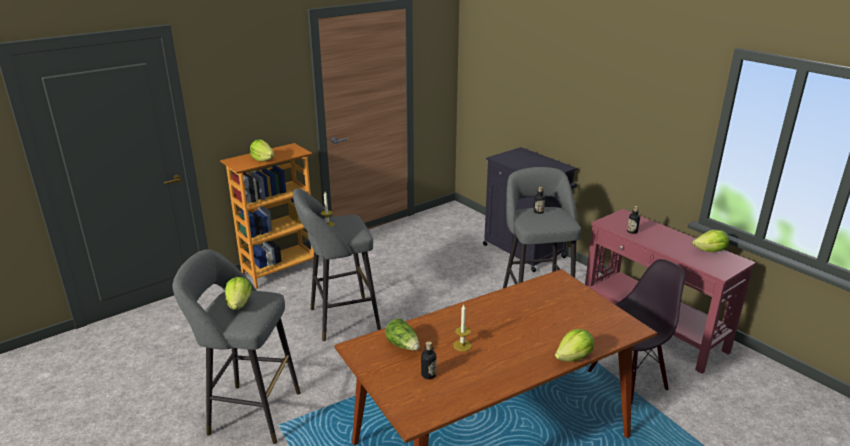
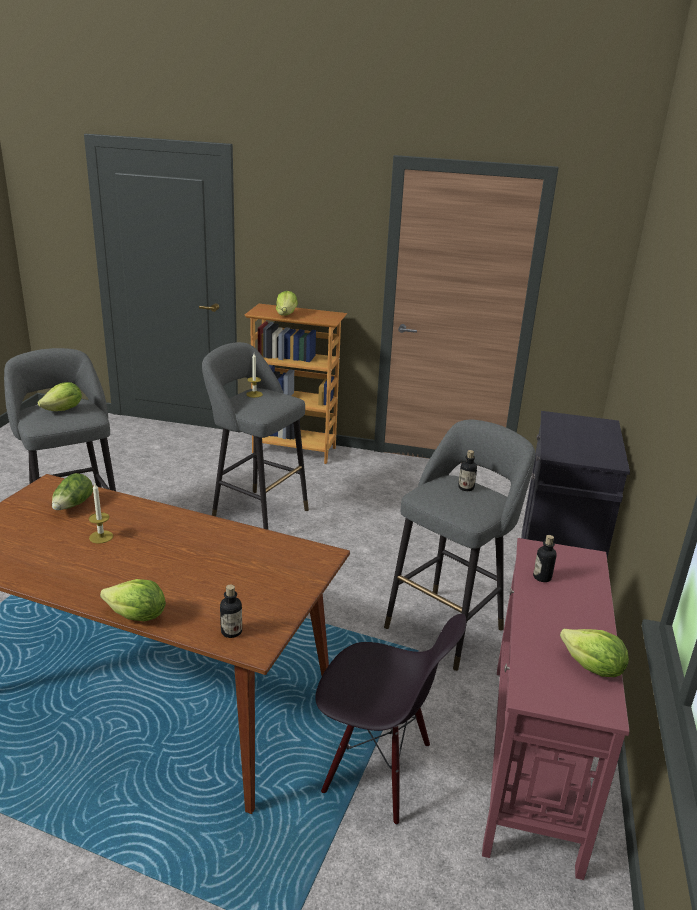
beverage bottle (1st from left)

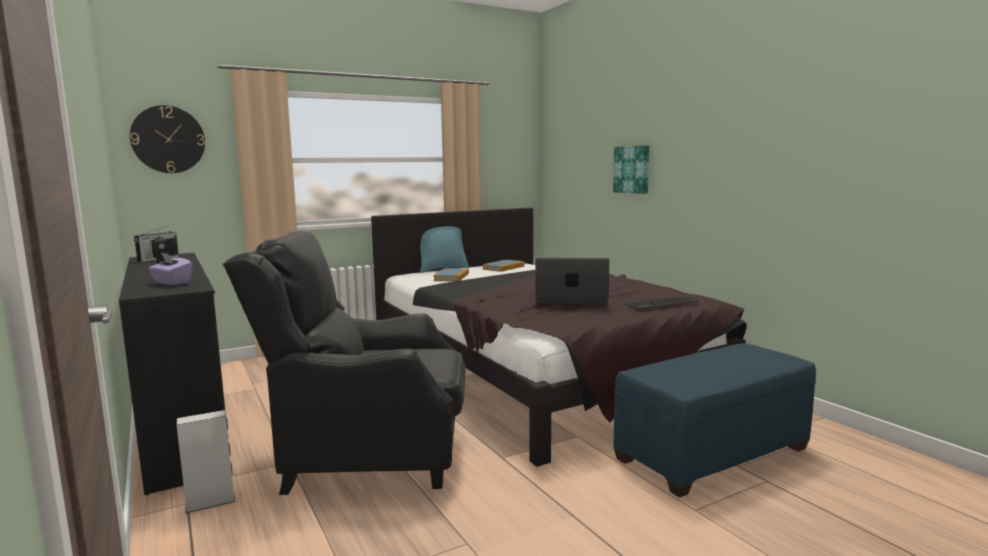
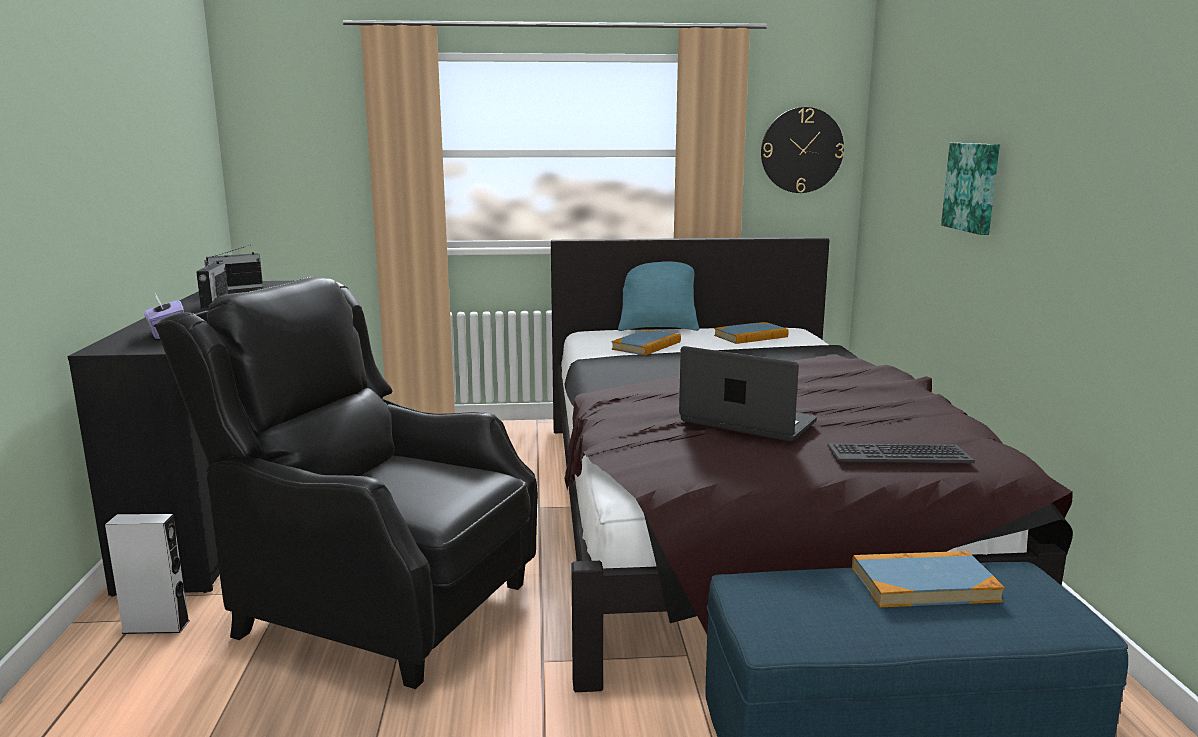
wall clock
bound book (3rd from left)

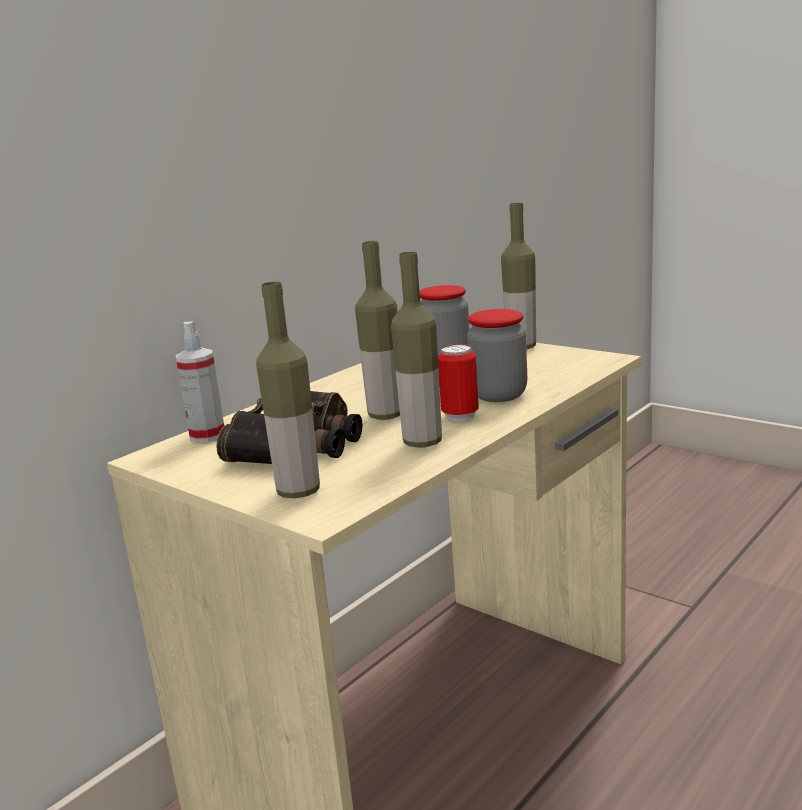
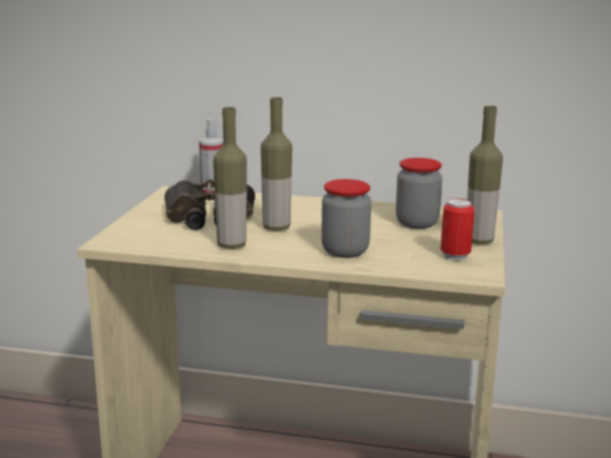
can
beverage bottle (1st from left in the first image)

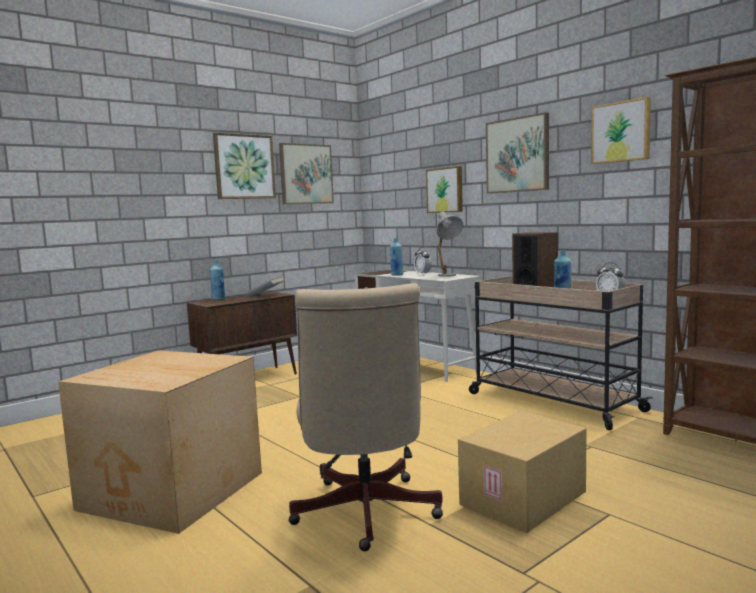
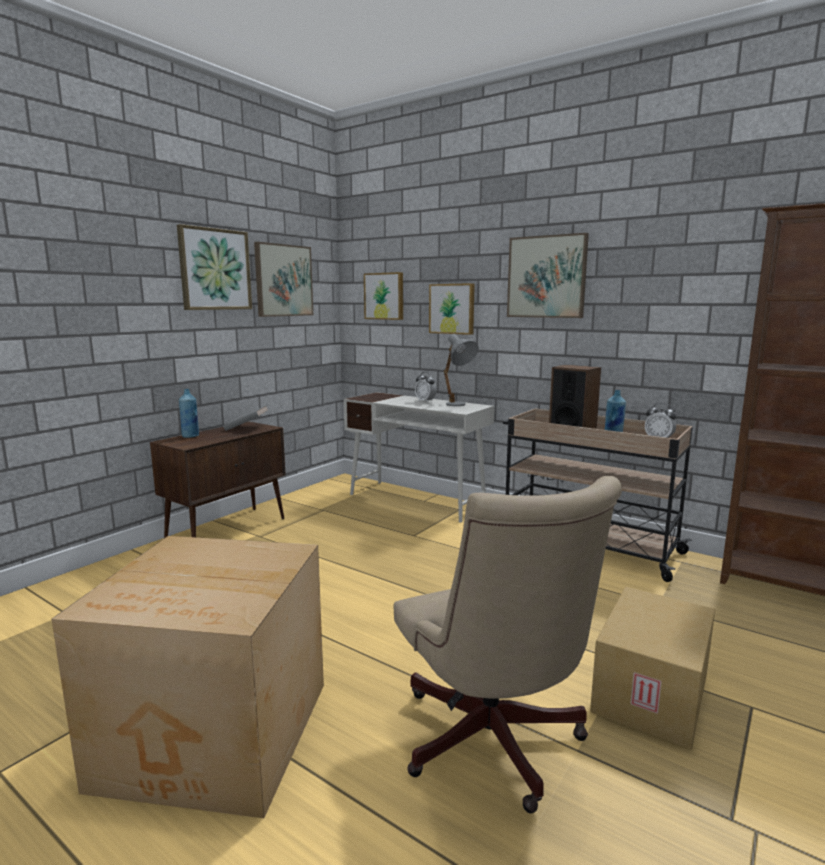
wall picture (3rd from left)
beverage bottle (blue) (2nd from left in the first image)

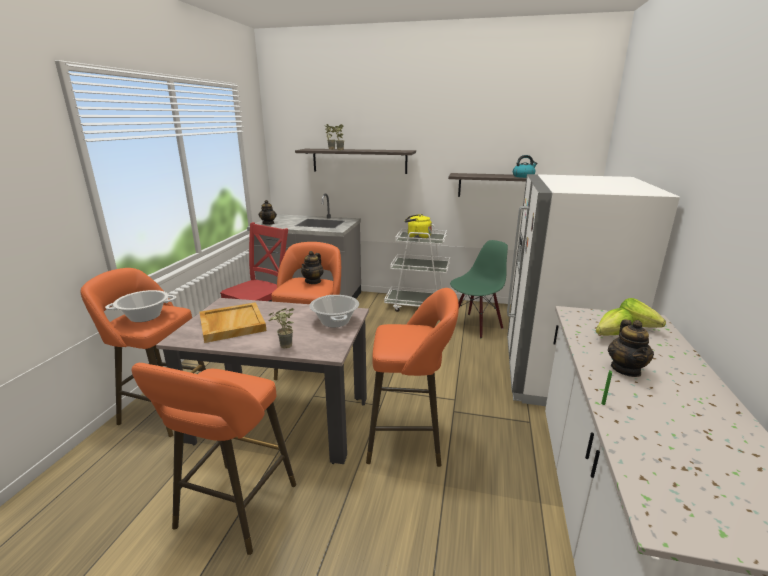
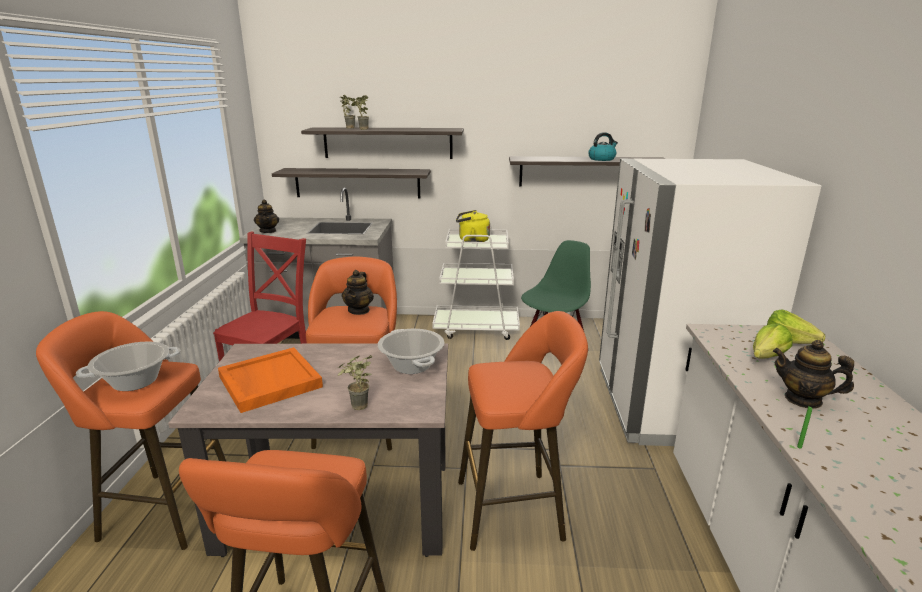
tray (orangey)
shelf (1st from left)
pot for tea (3rd from left)

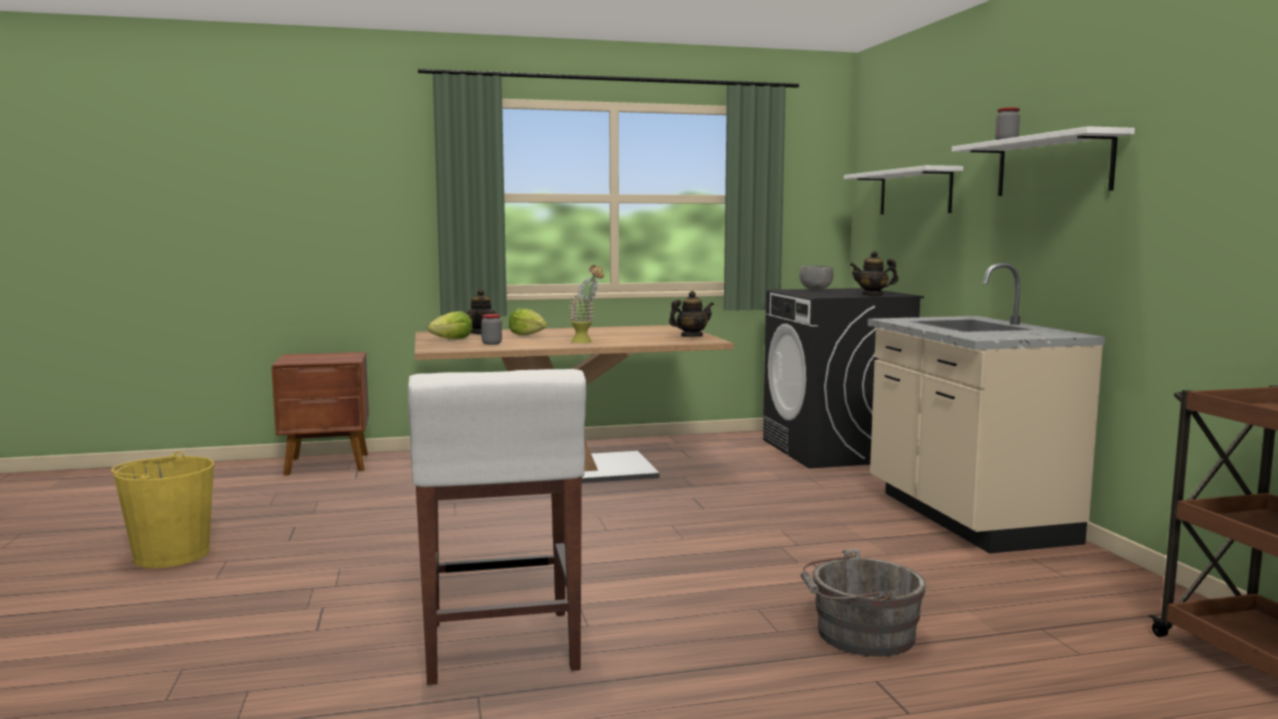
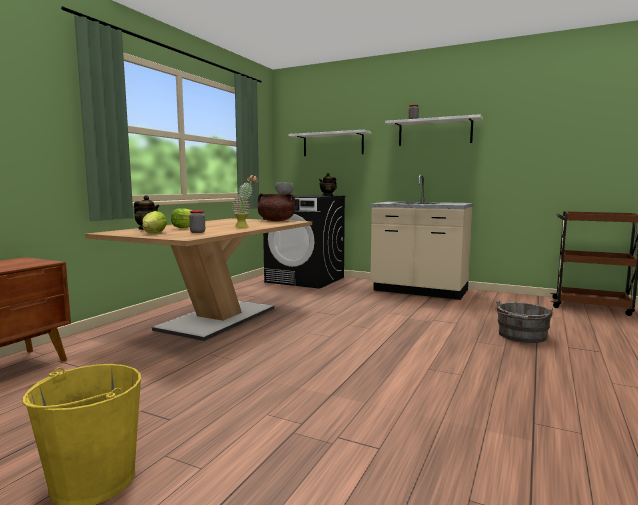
stockpot (brown)
stool seat (white-coloured)

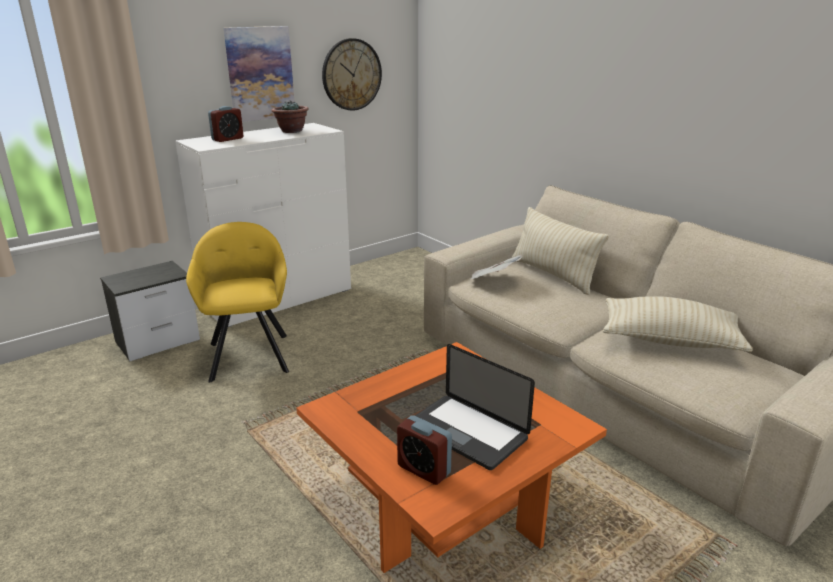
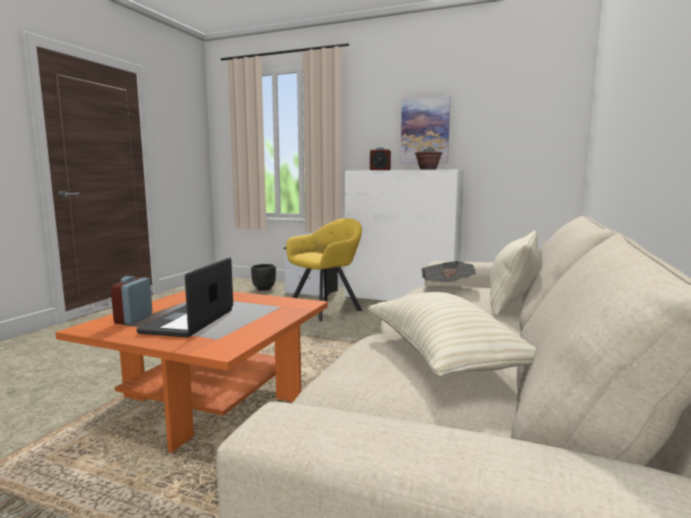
plant pot (black)
wall clock

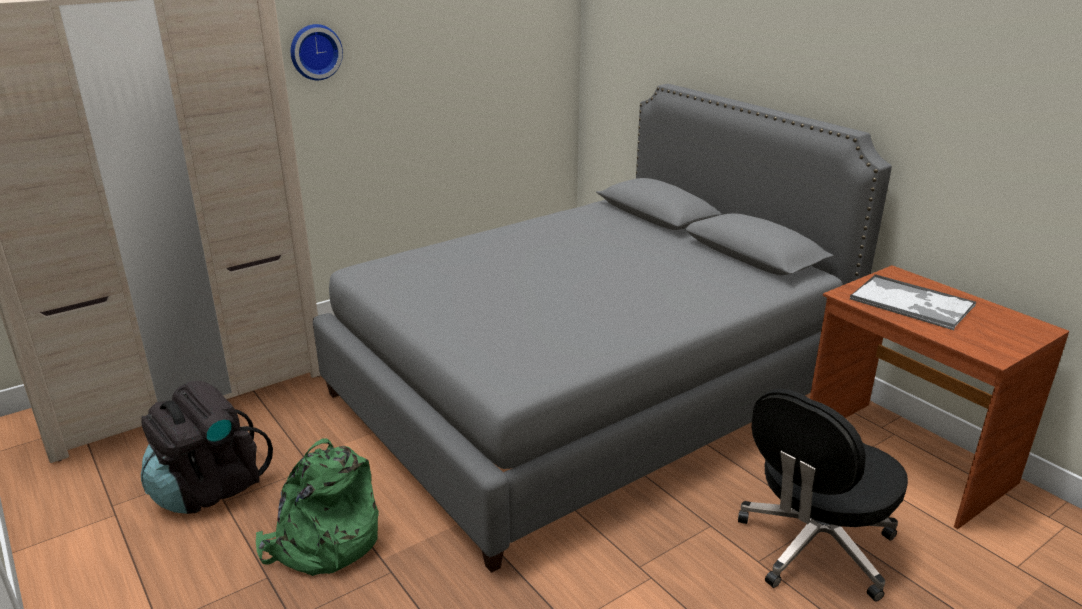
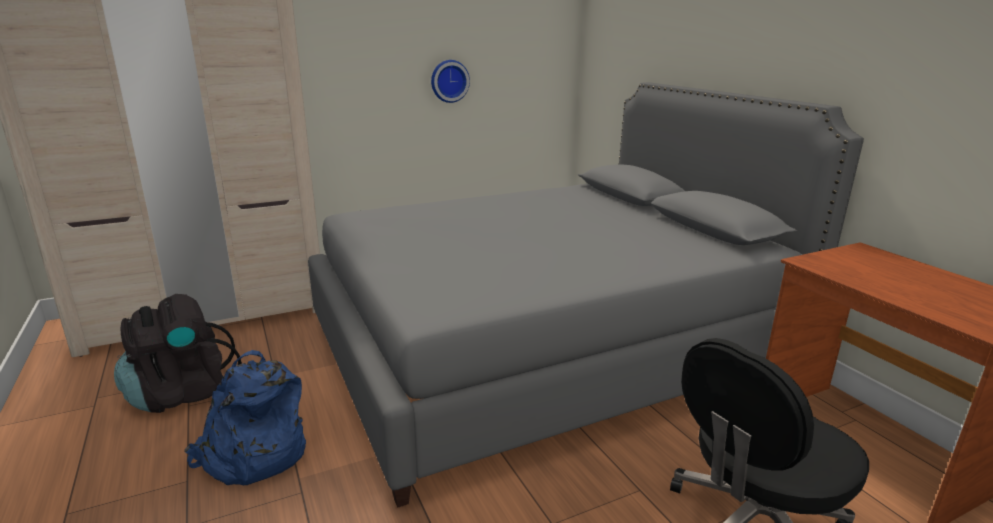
knapsack (blue)
wall clock
tray

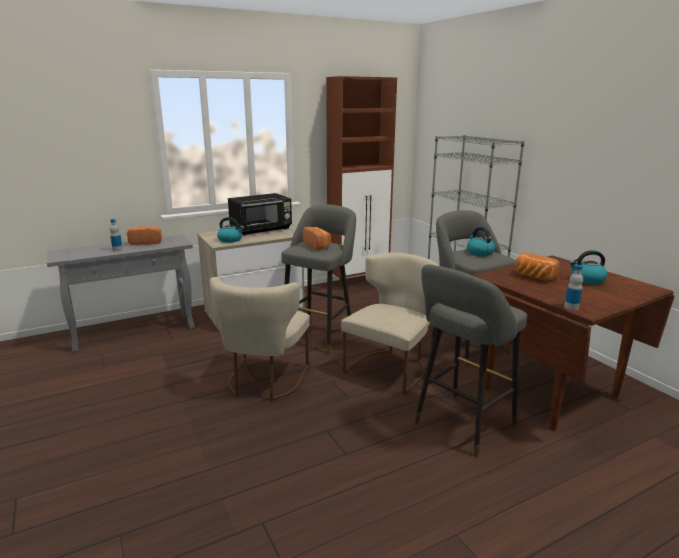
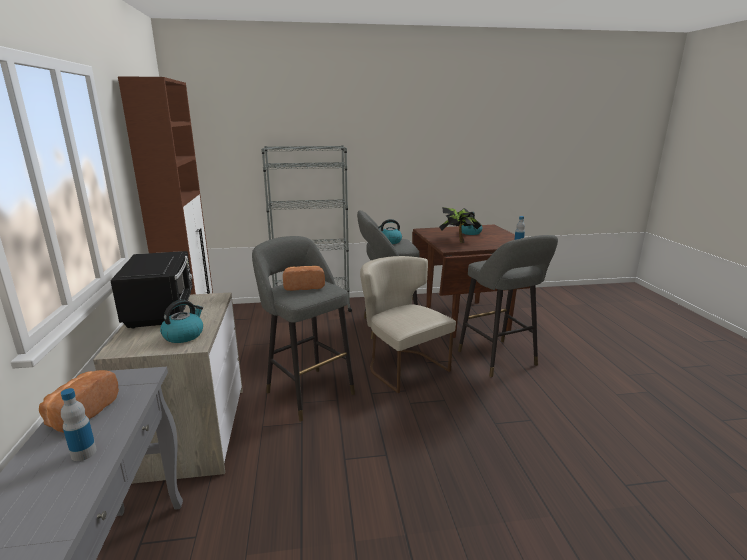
plant in a pot
chair (beige-coloured) (1st from left in the first image)

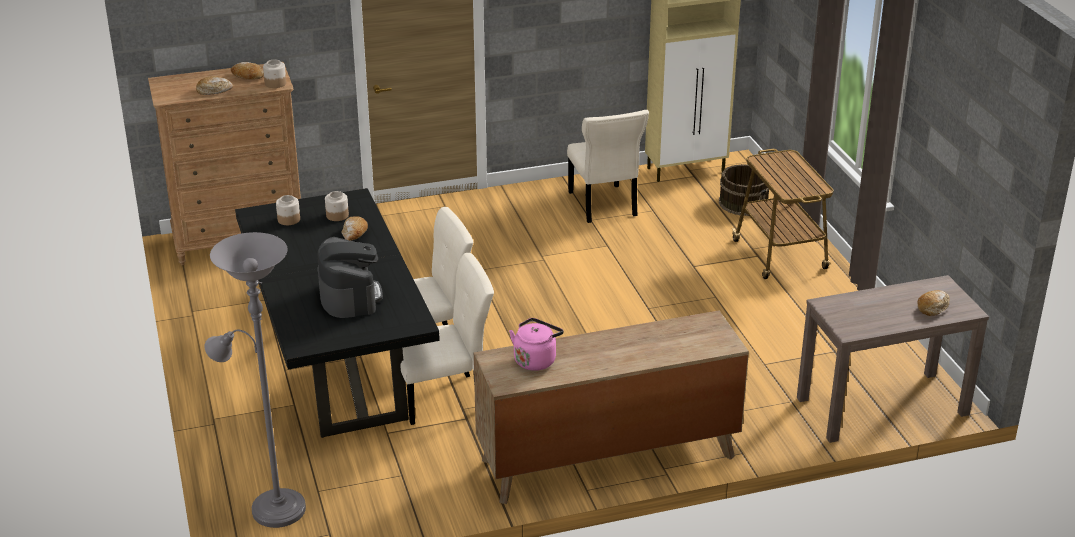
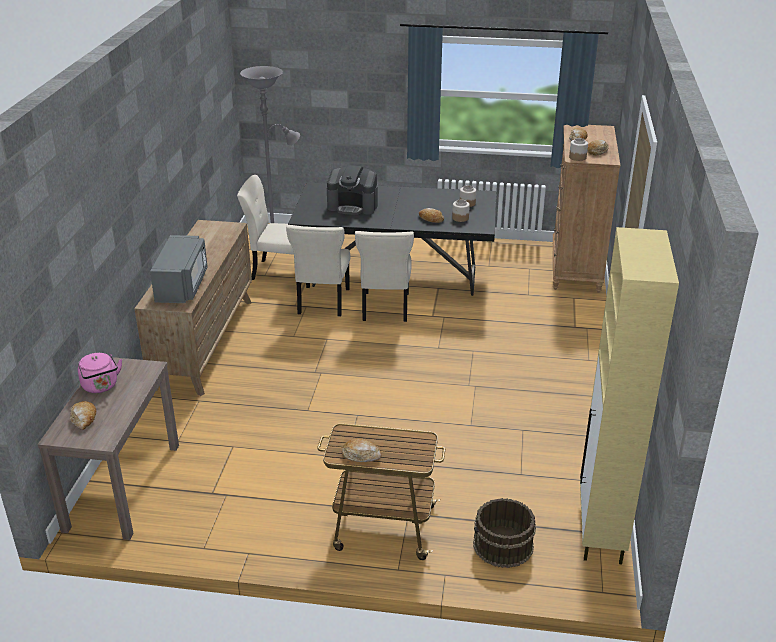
kettle (pink)
kitchen microwave (greyish)
chair (beige-coloured) (1st from left)
bakery bread (2nd from left)

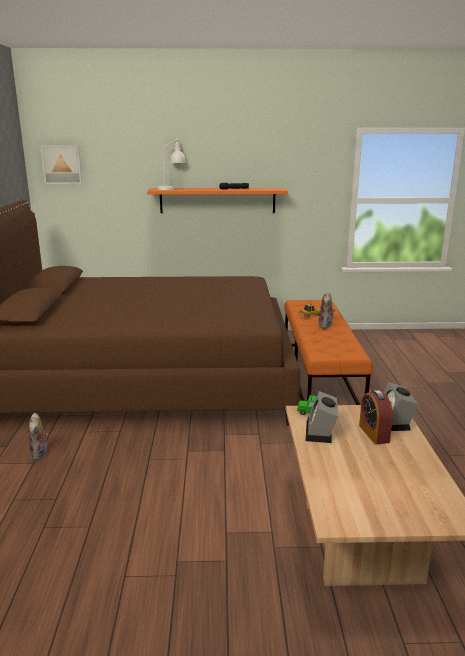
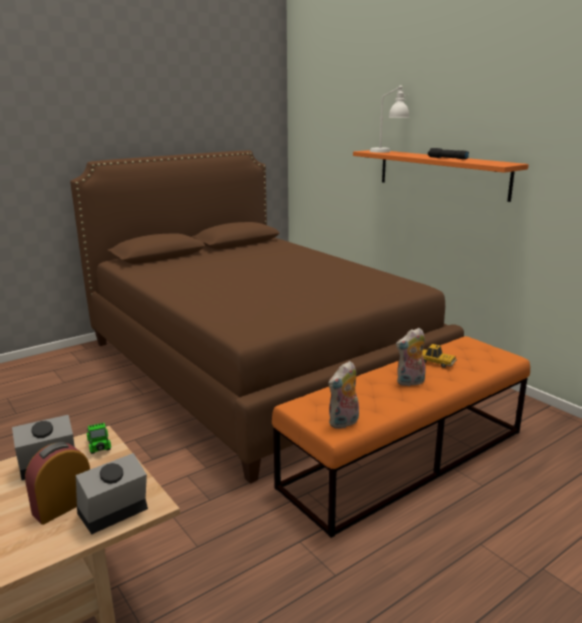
plush toy (1st from left)
wall picture

